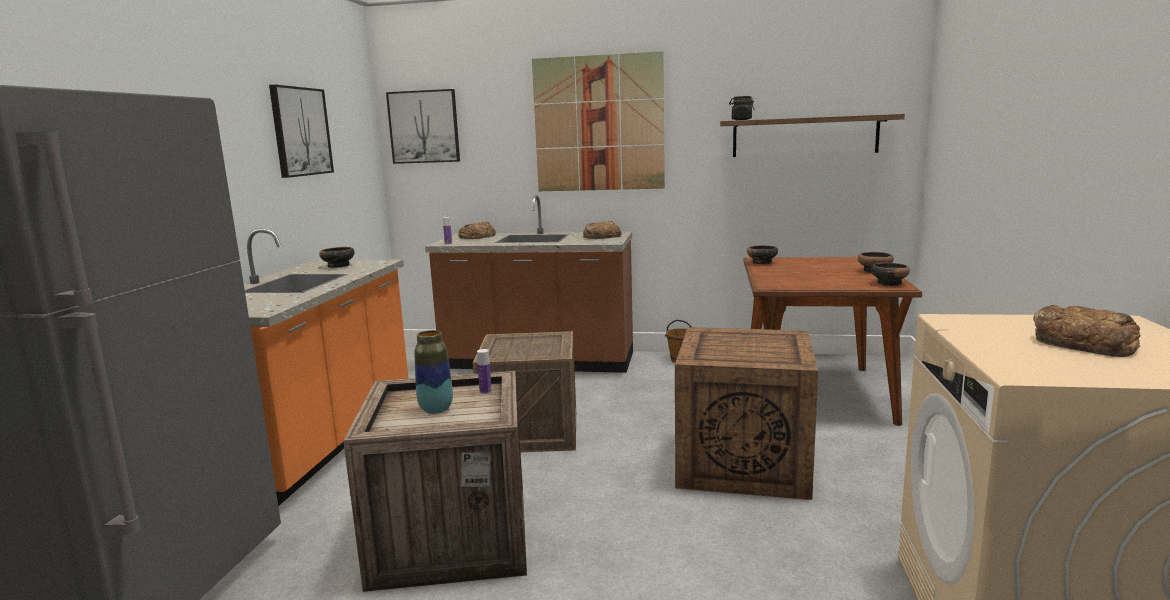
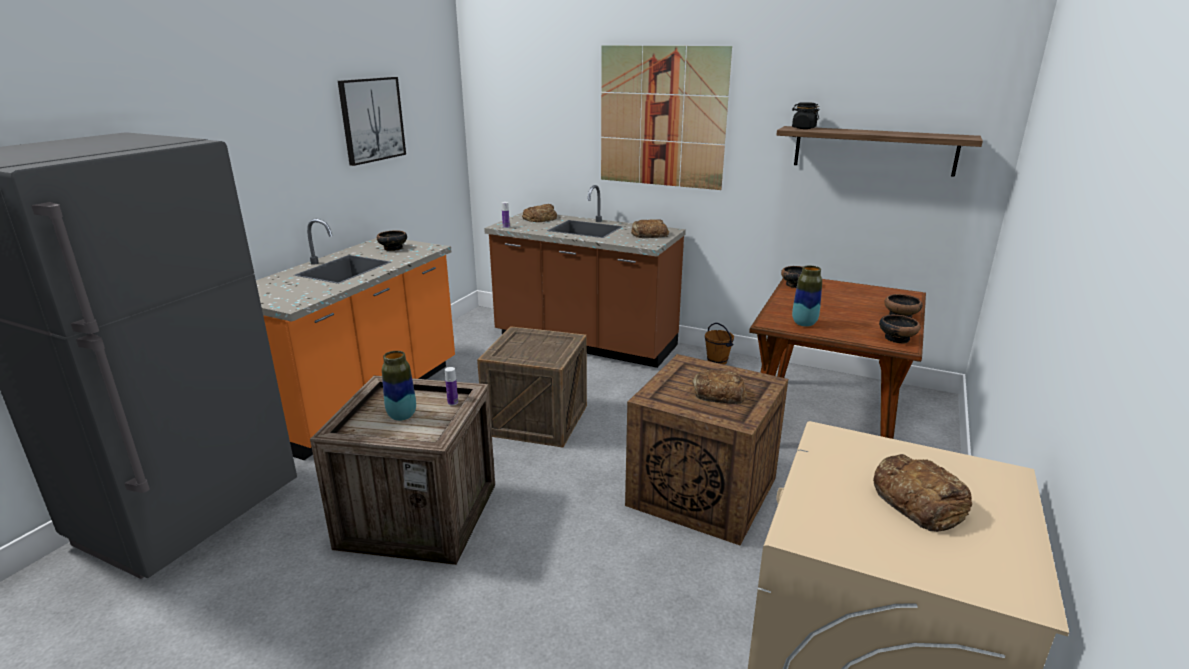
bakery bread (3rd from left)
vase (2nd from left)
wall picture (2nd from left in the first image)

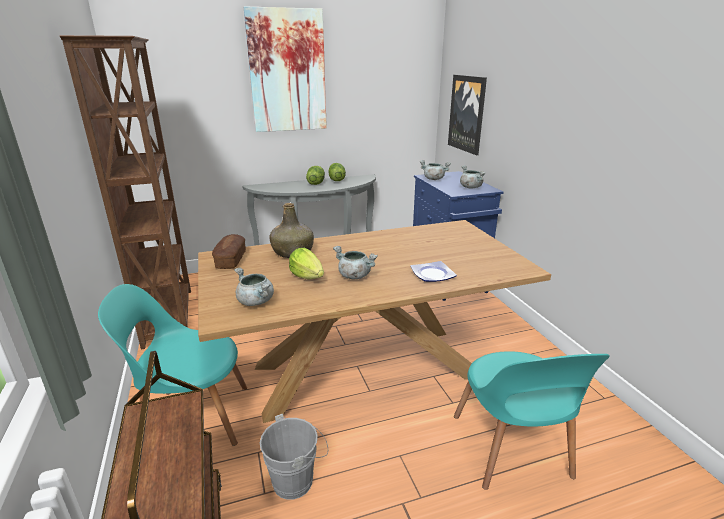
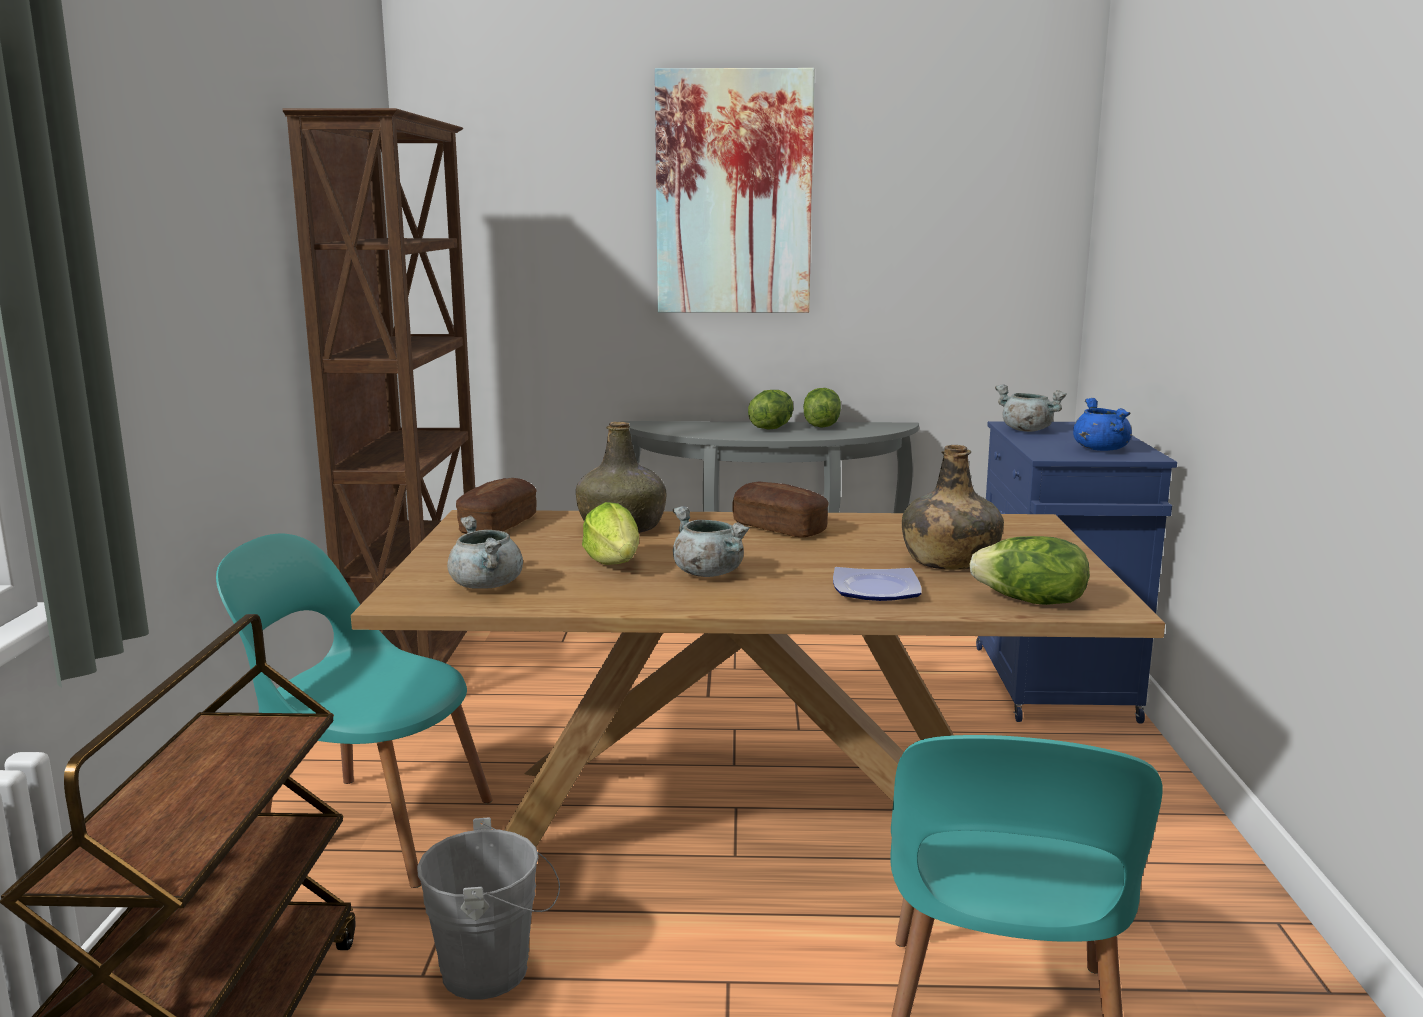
bakery bread (2nd from left)
beverage bottle (green) (2nd from left)
lettuce (4th from left)
stockpot (blue)
wall picture (2nd from left in the first image)

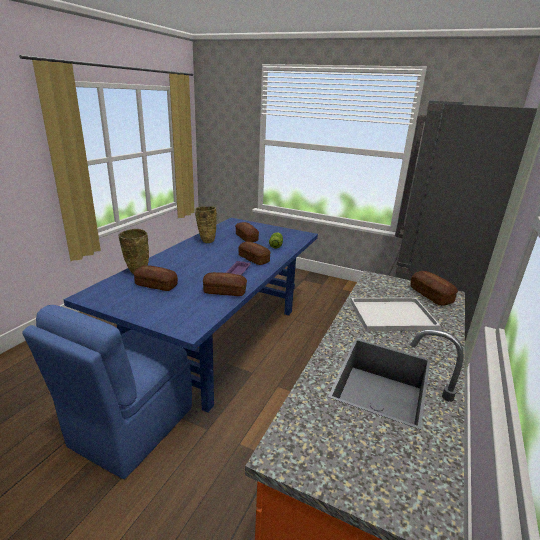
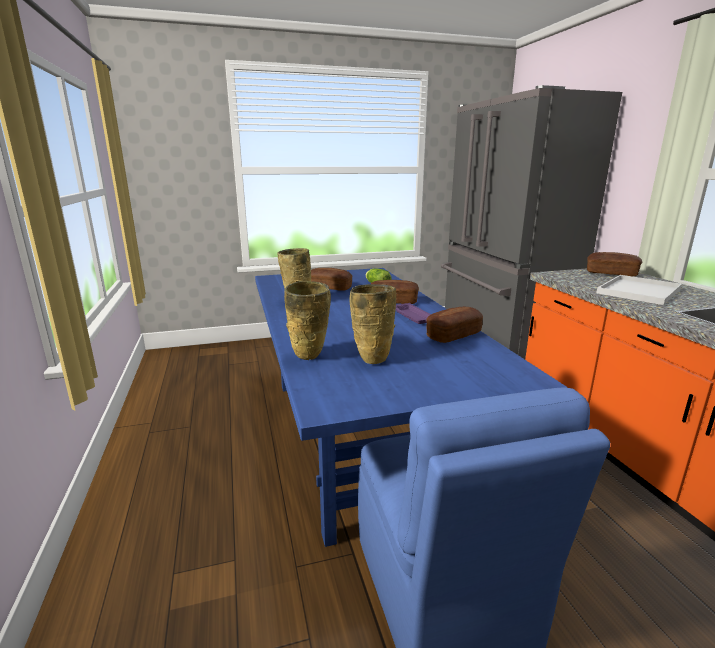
vase (beige-coloured) (3rd from left)

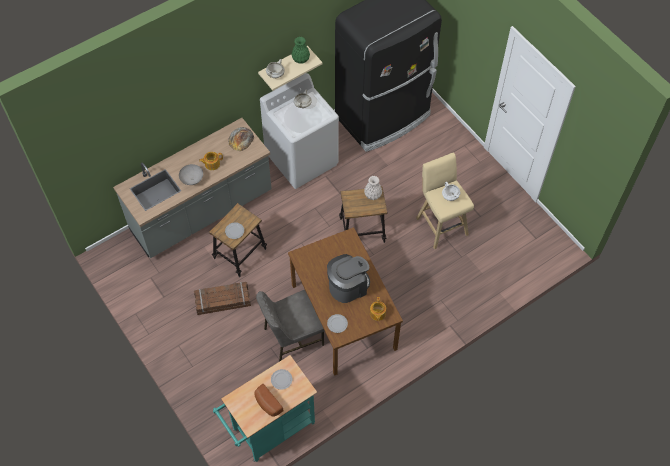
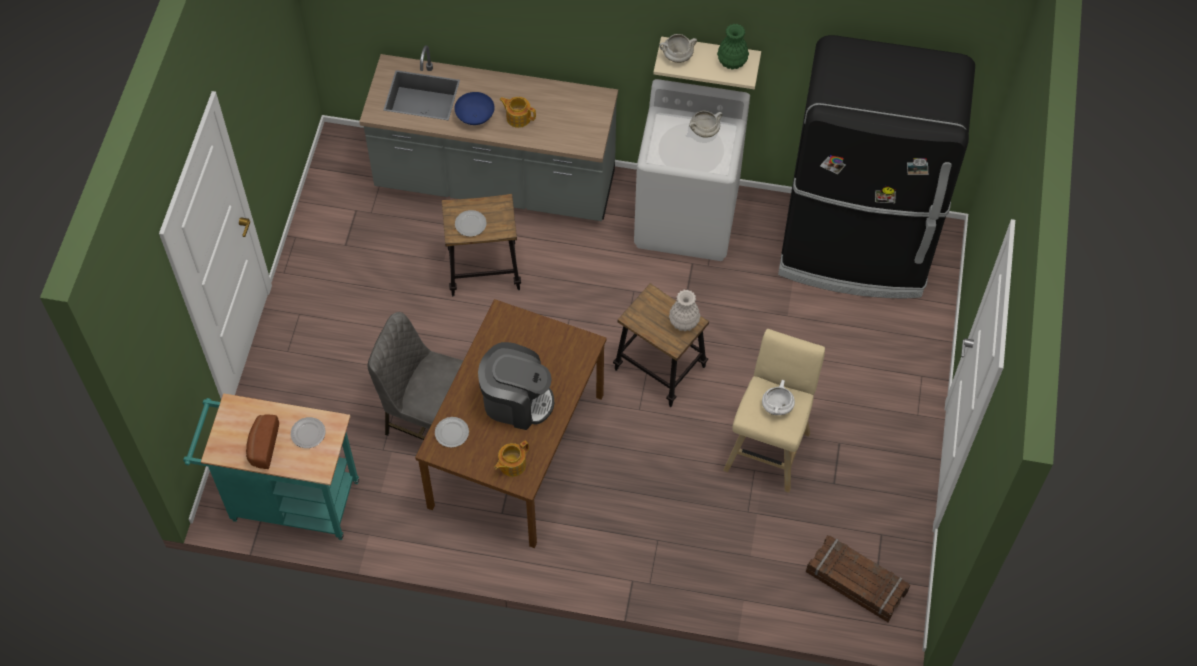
deep dish (blue)
shipping crate
bakery bread (1st from left in the first image)

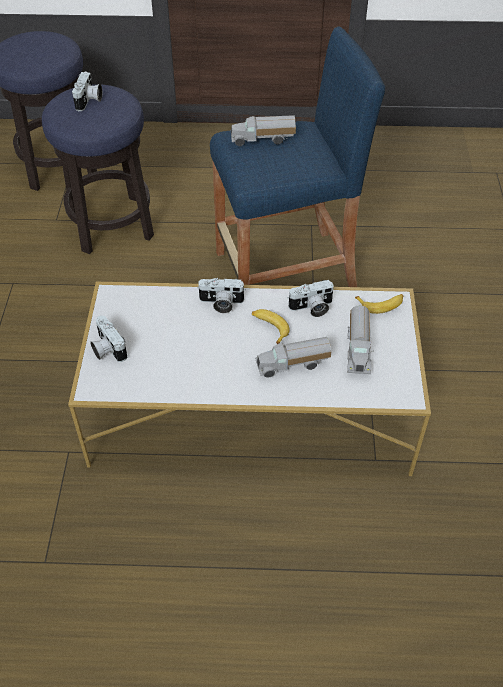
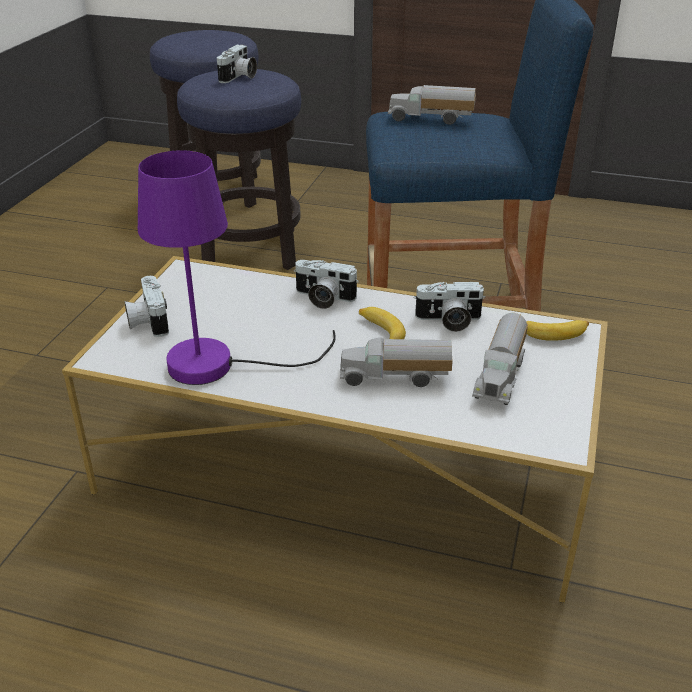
lamp for a table (purplish)

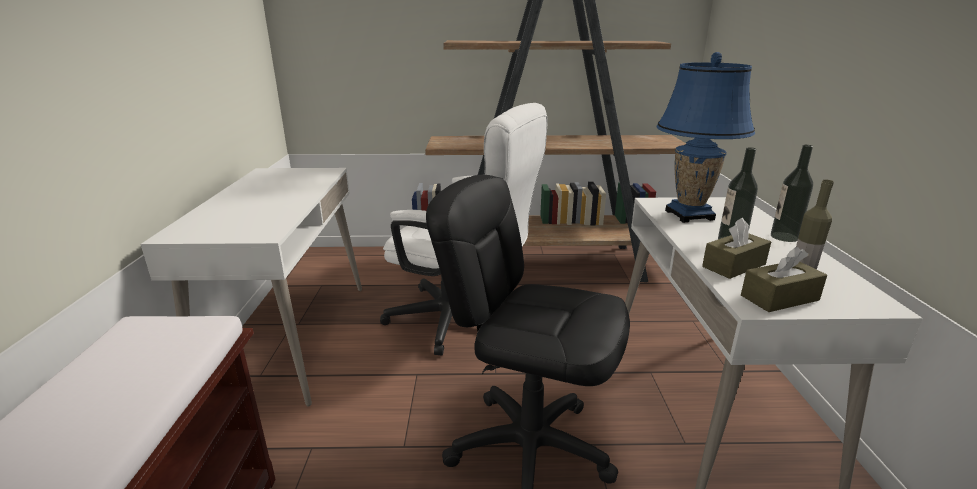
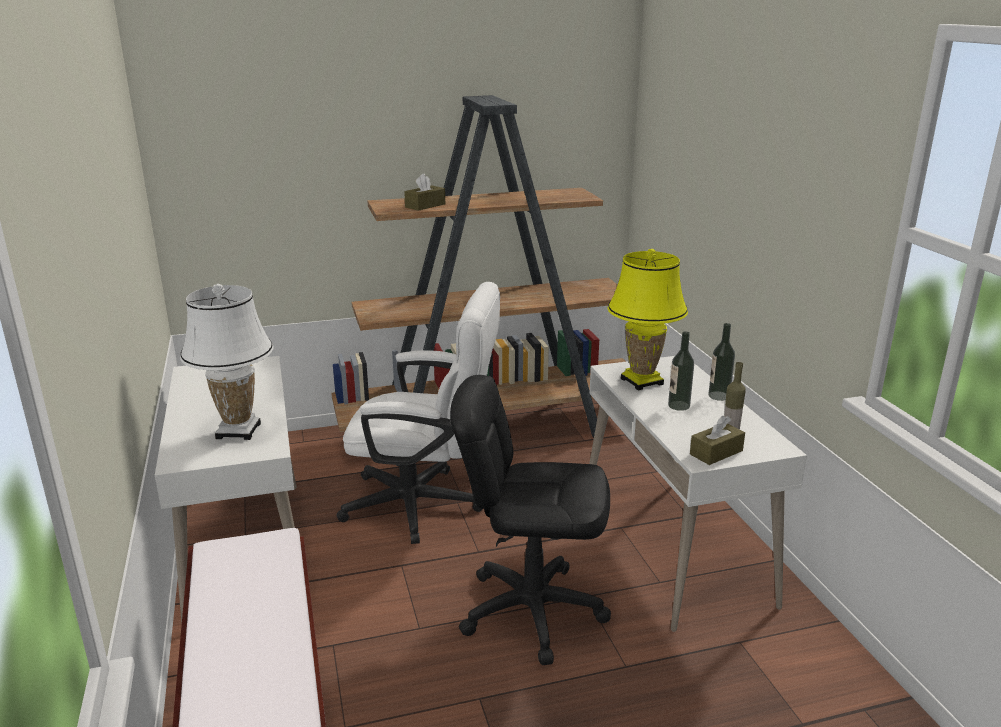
lamp for a table (white-coloured)
tissue box (brown) (1st from left)
lamp for a table (yellow)

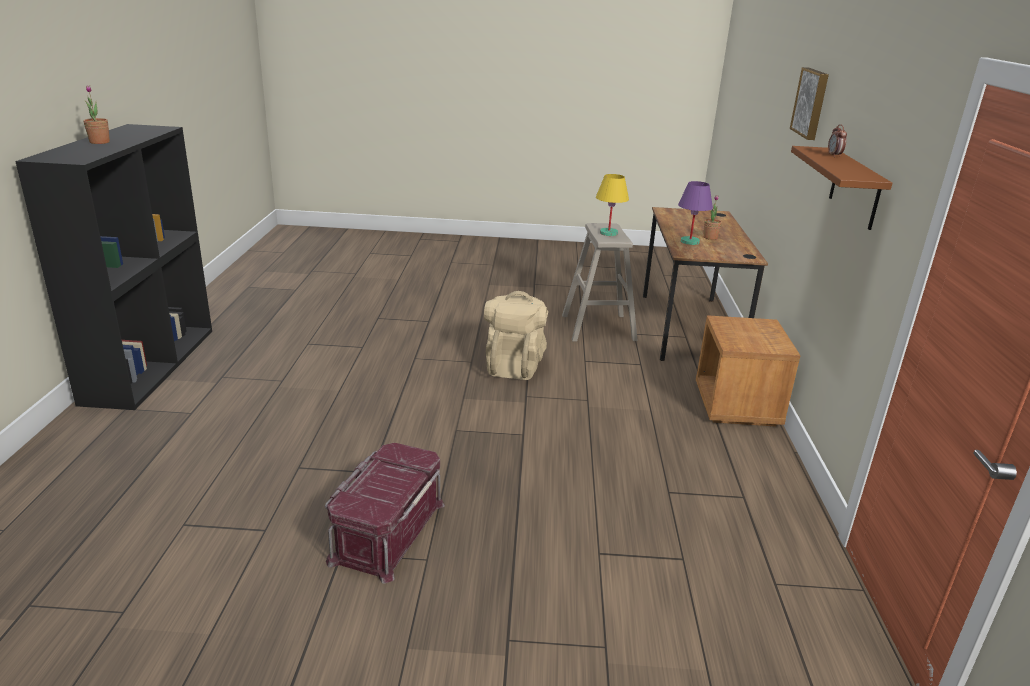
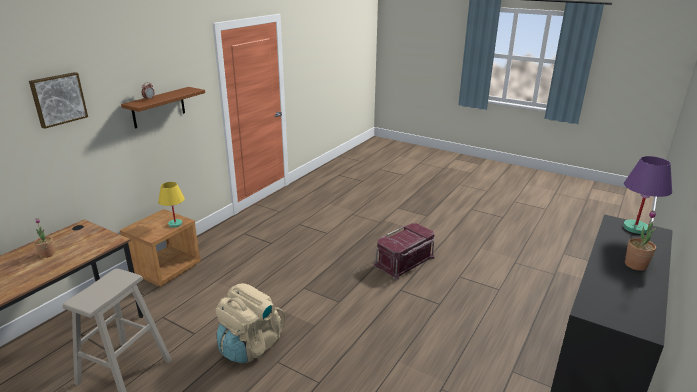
lamp for a table (yellow)
lamp for a table (purplish)

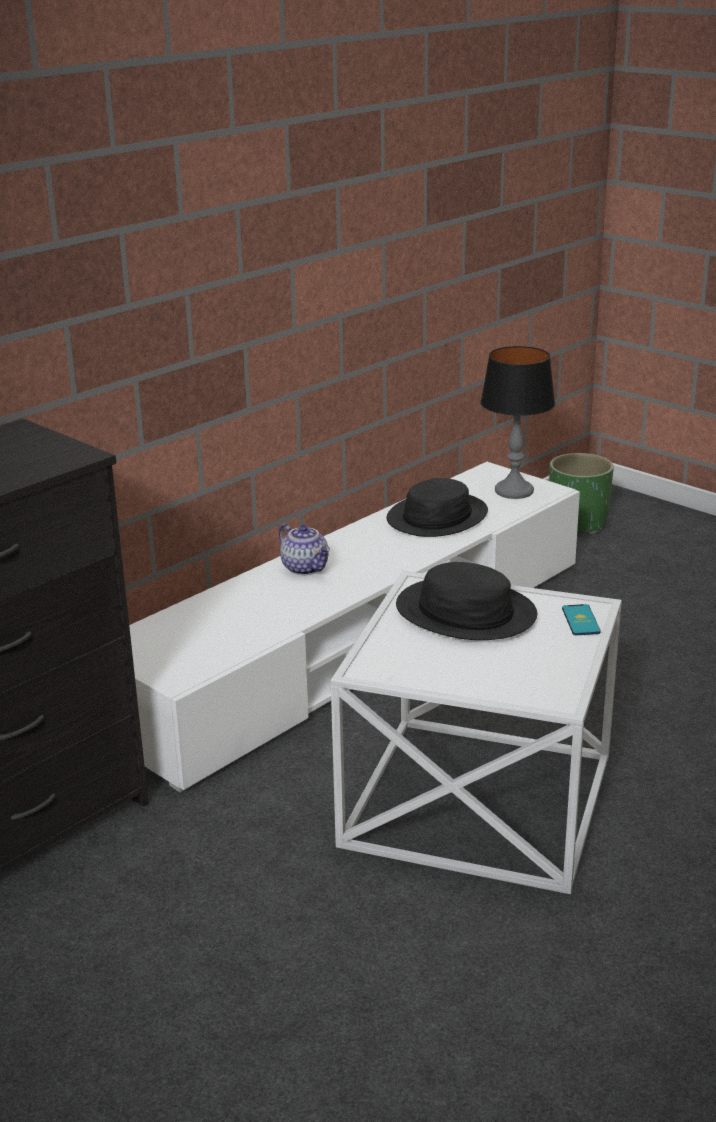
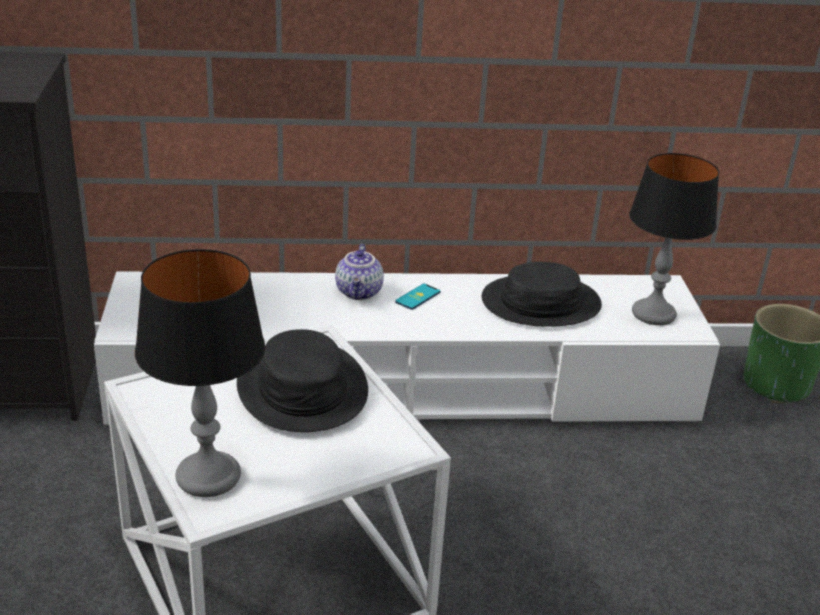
lamp for a table (1st from left)
telephone

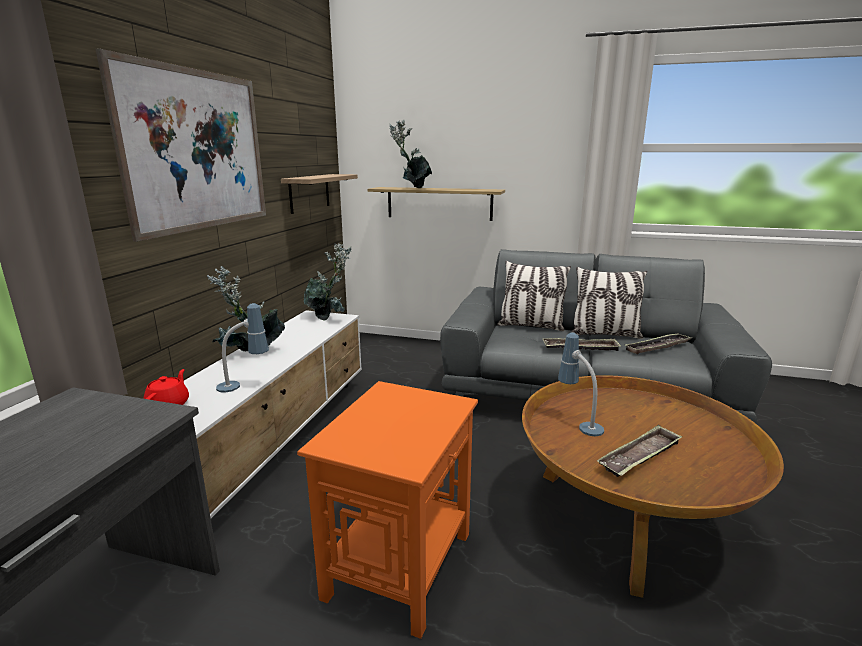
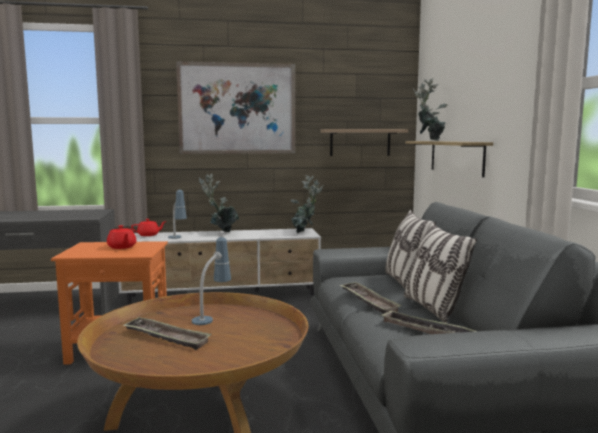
pot for tea (red-coloured) (1st from left)

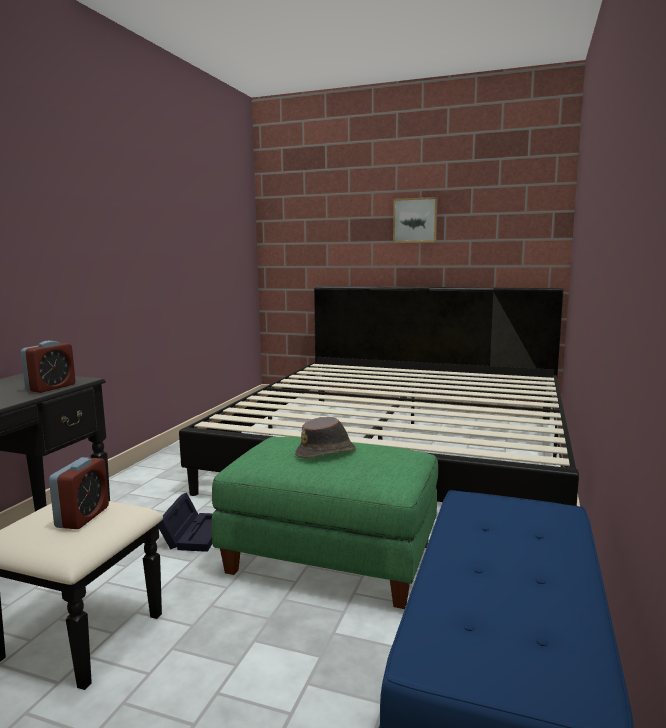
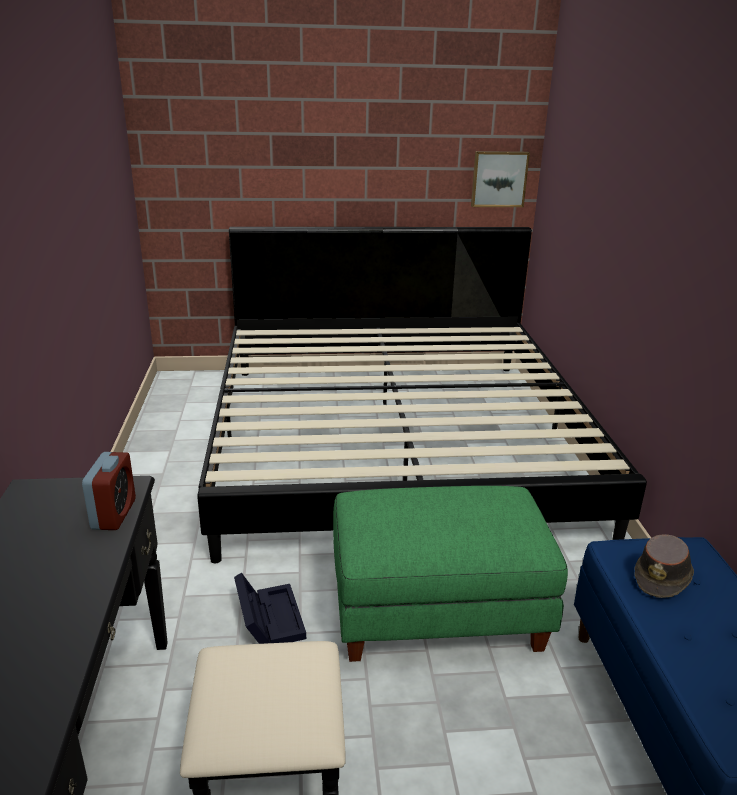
wall picture
wearable hat (brown)
bedside clock (2nd from left in the first image)

